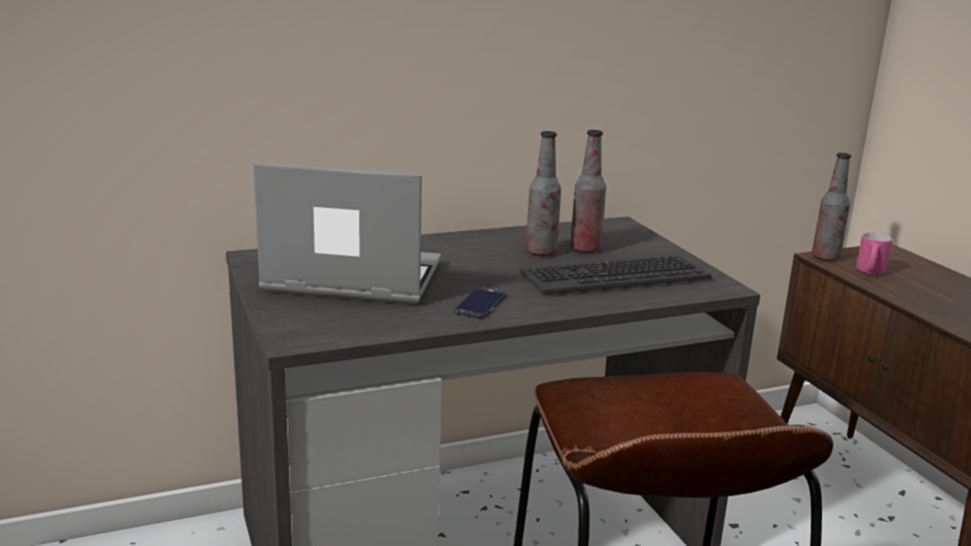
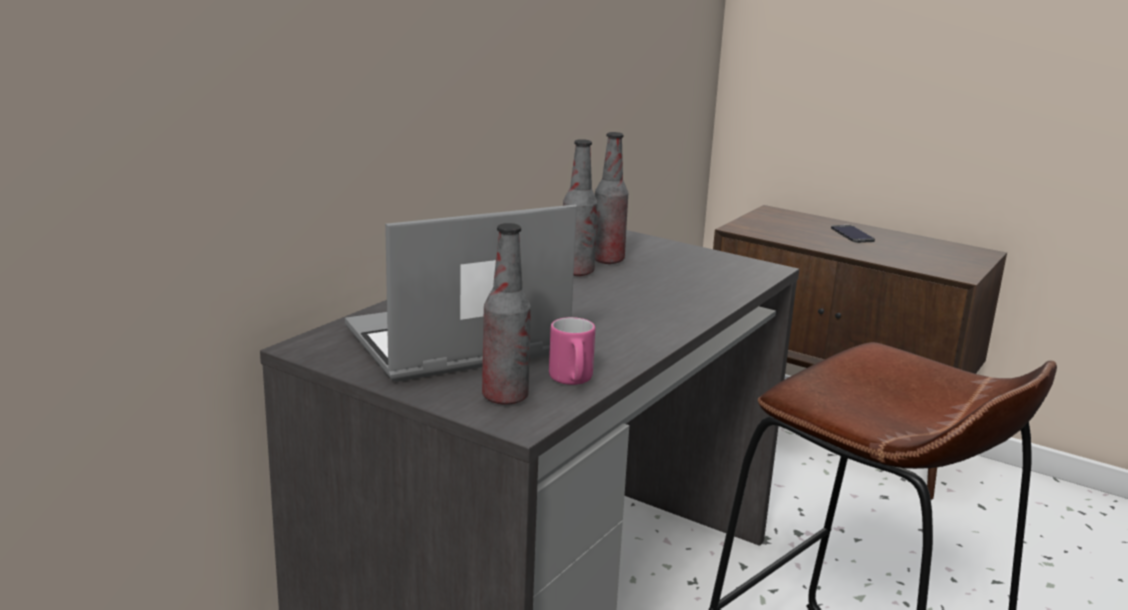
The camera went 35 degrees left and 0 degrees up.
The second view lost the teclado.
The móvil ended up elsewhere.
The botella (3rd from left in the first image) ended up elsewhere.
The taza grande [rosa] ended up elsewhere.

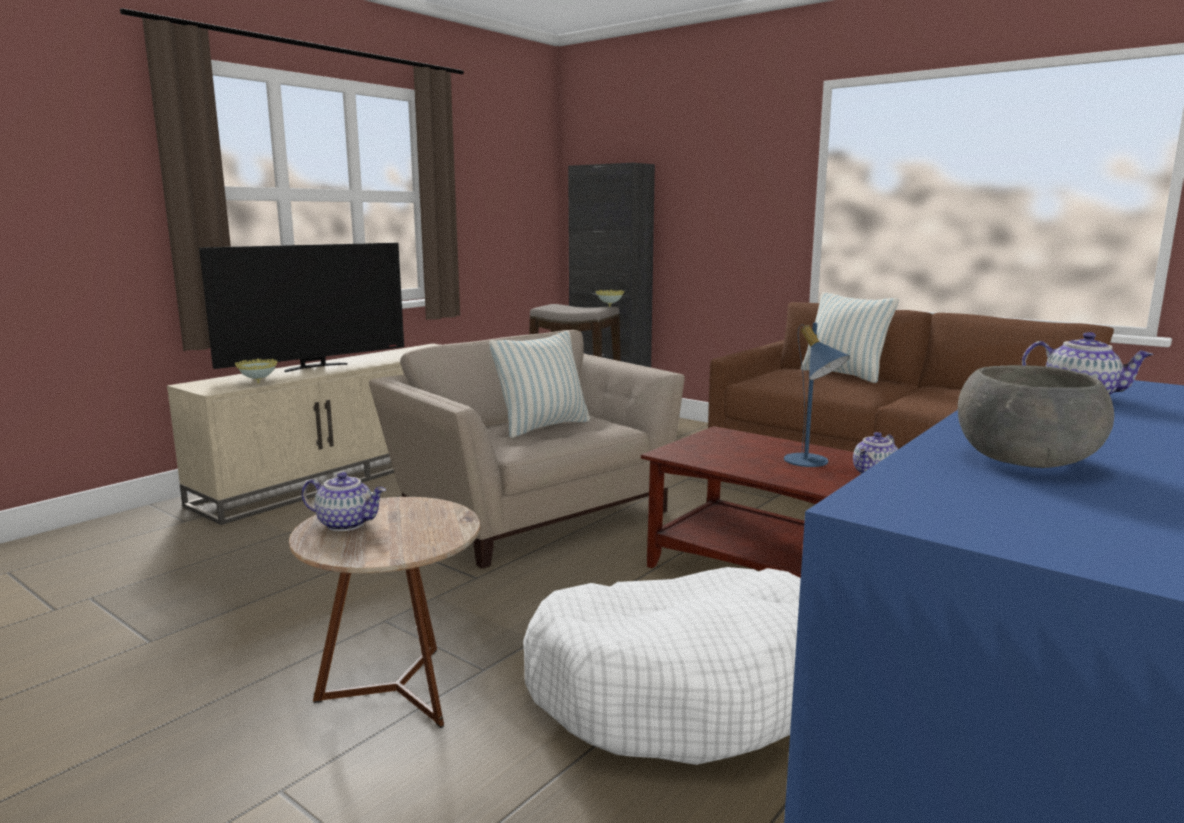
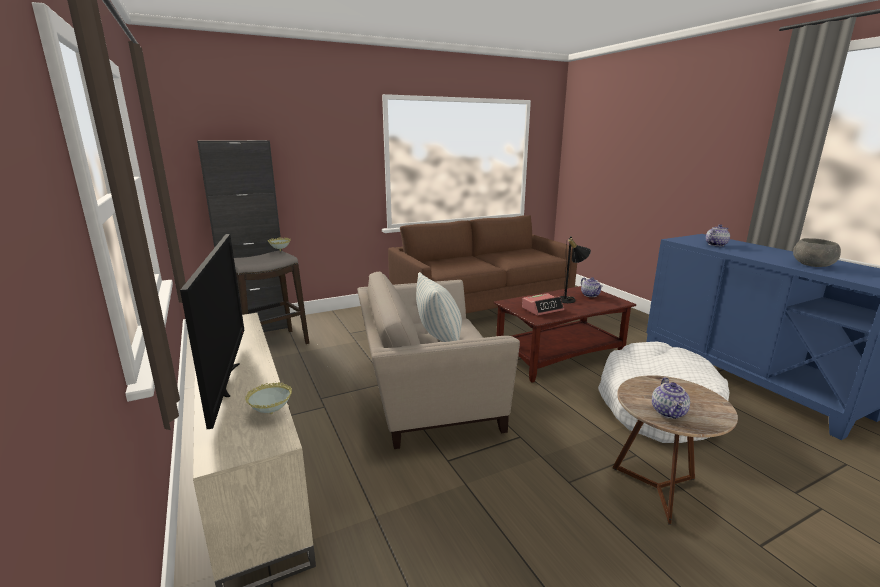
The camera went 65 degrees left and 5 degrees up.
The second view lost the cojín (2nd from left).
The second view gained the despertador.
What was the lámpara de mesa [azul] turned into the lámpara de mesa [negro].
The tetera (1st from left in the first image) ended up facing another way, 150 degrees clockwise from before.

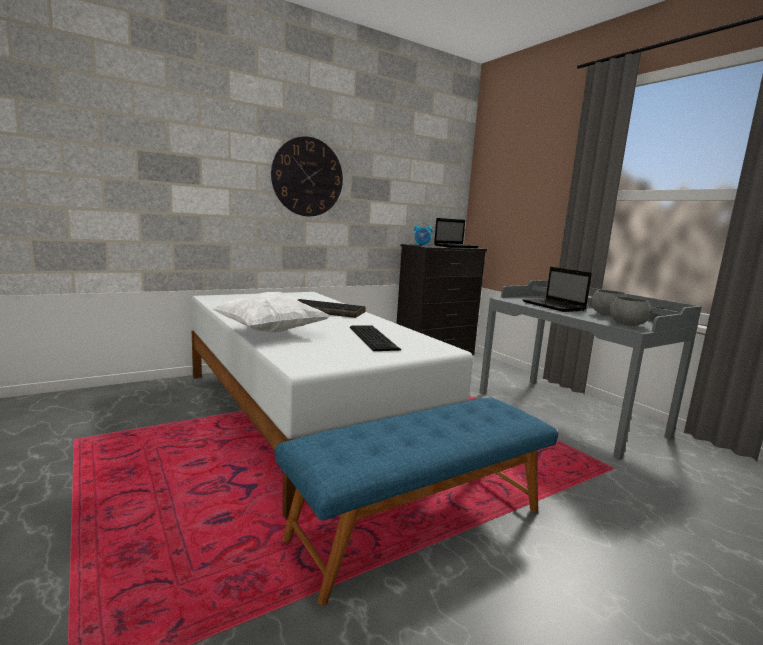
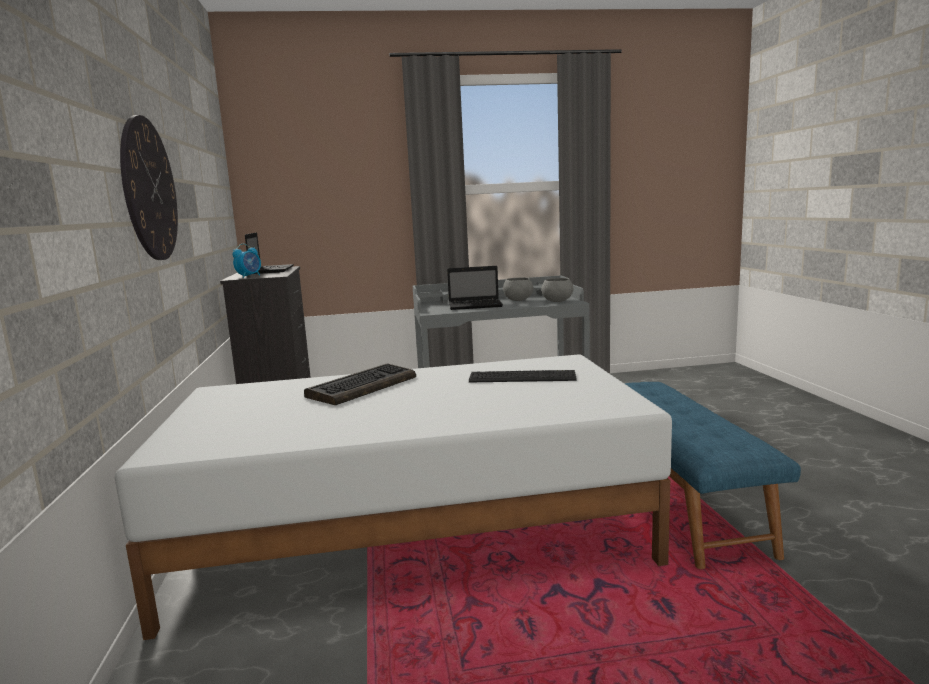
The camera went 65 degrees left and 0 degrees up.
The second view lost the cojín [blanco].

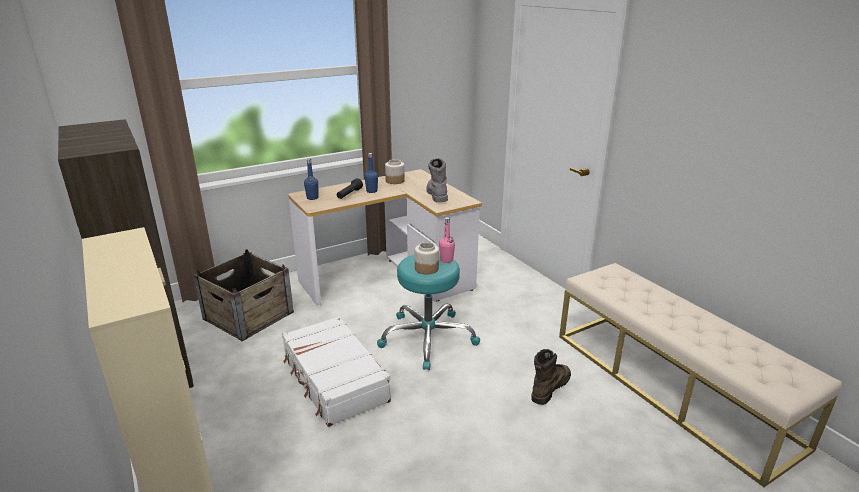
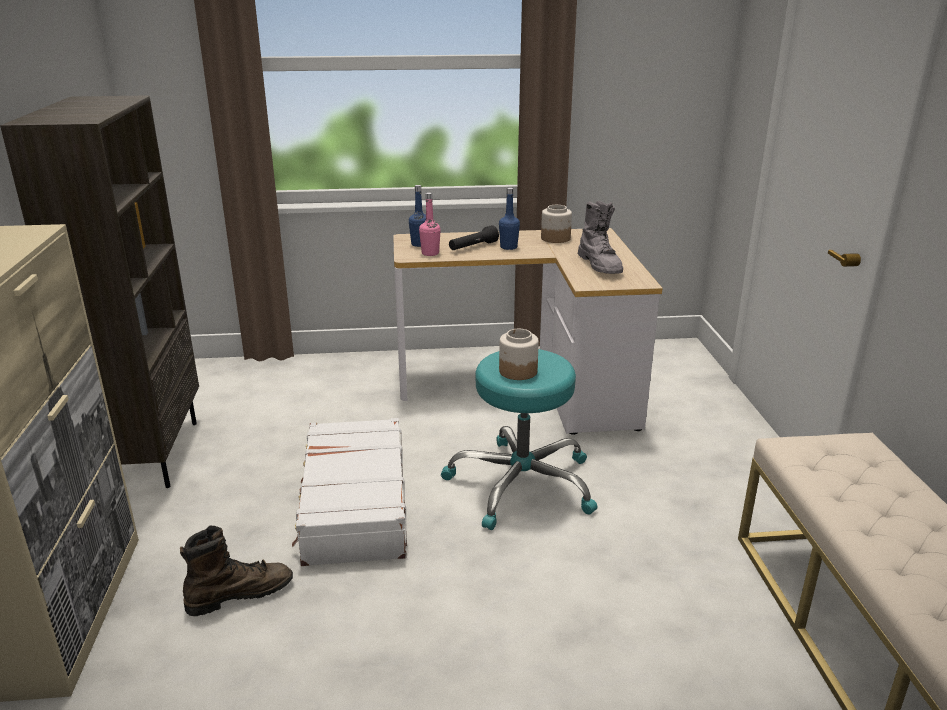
The camera went 25 degrees right and 0 degrees up.
The second view lost the caja de embalaje.
The botella [rosa] ended up elsewhere.
The bota [marrón] ended up elsewhere.
The bota [gris] ended up facing another way, 150 degrees clockwise from before.

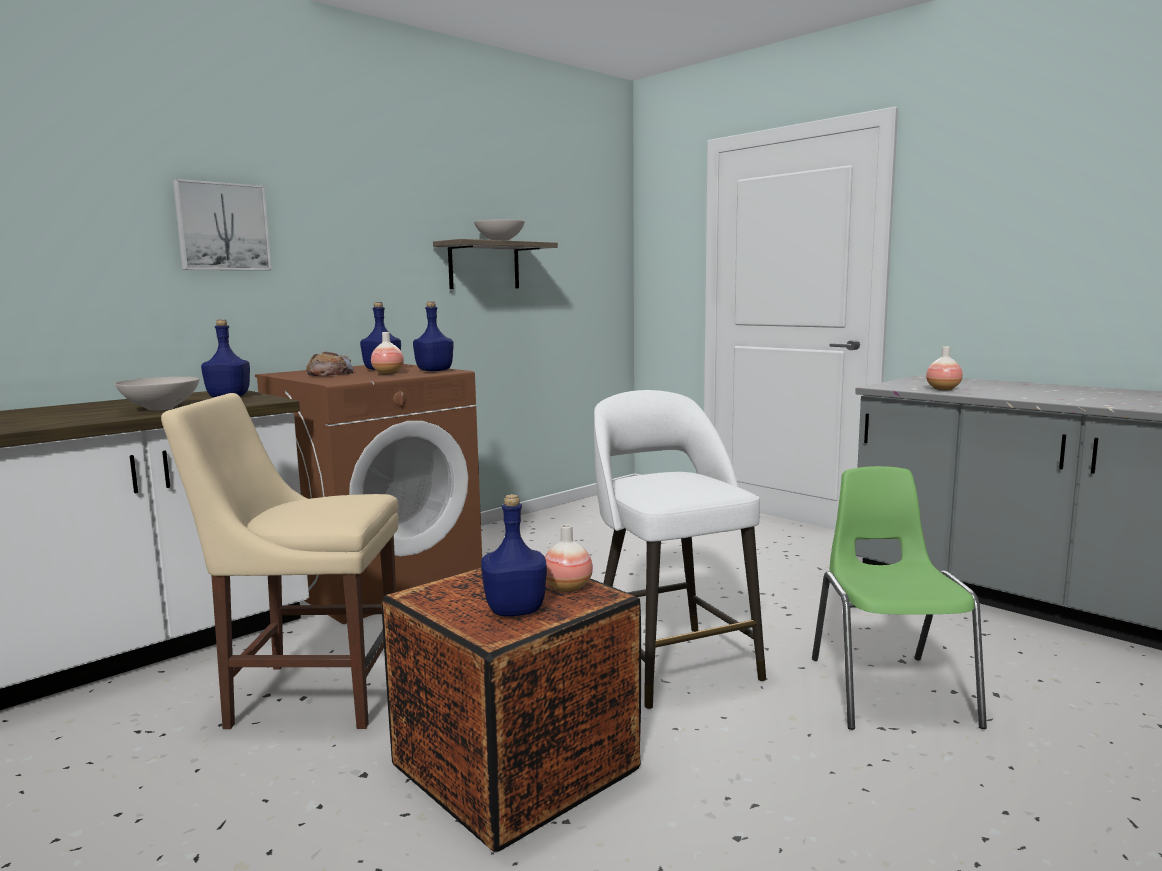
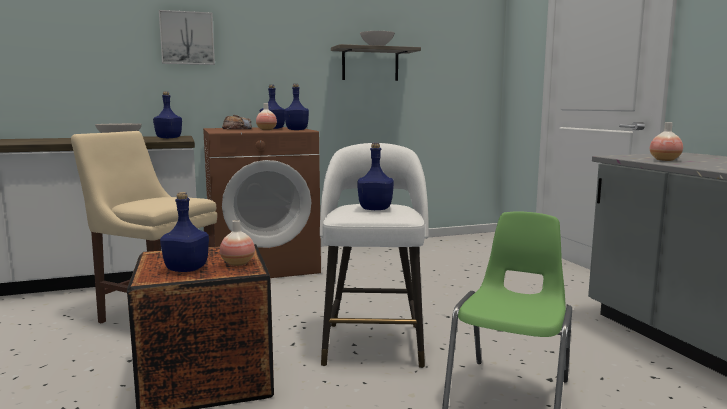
The camera went 25 degrees right and 0 degrees up.
The second view gained the botella [azul] (5th from left).

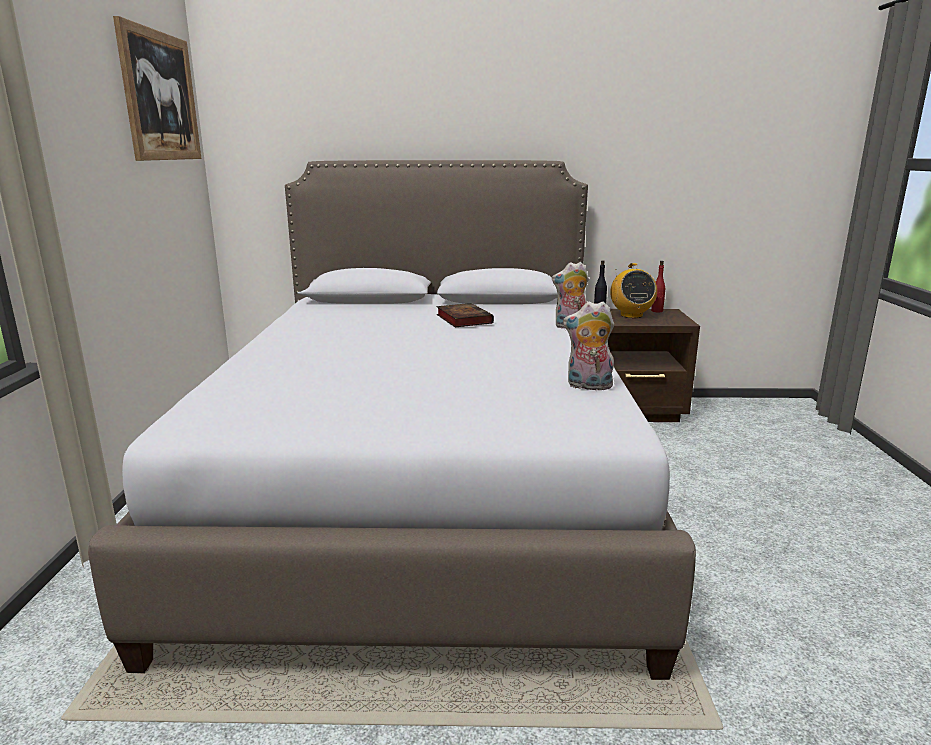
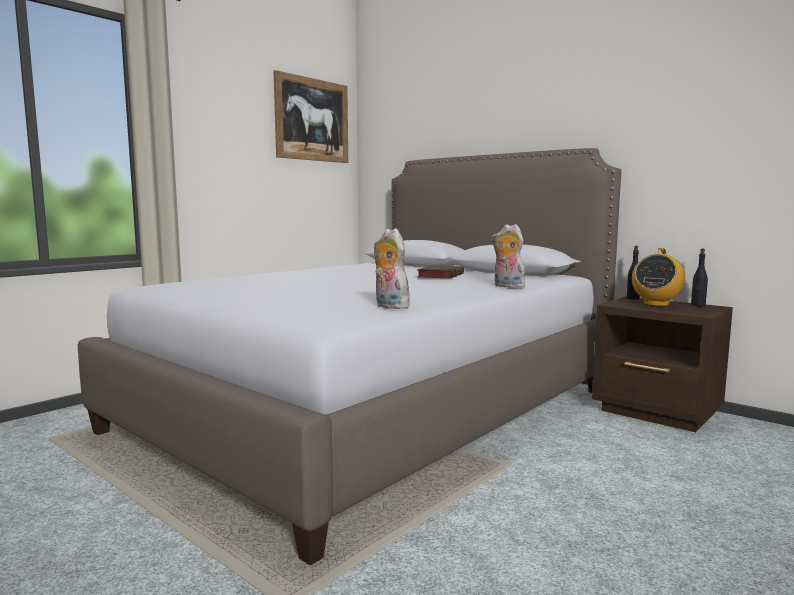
The camera went 40 degrees right and 10 degrees down.
What was the botella [rojo] turned into the botella [negro] (2nd from left).

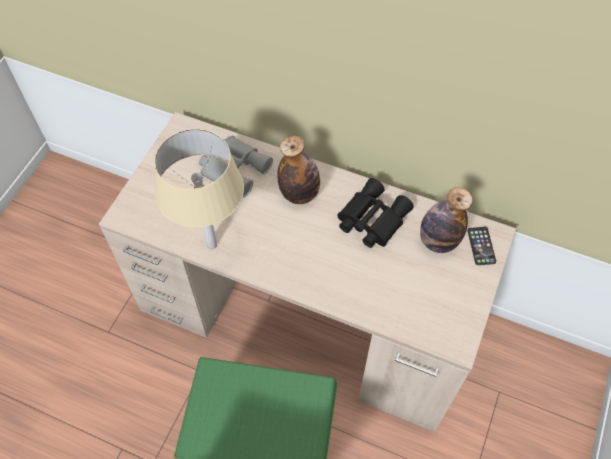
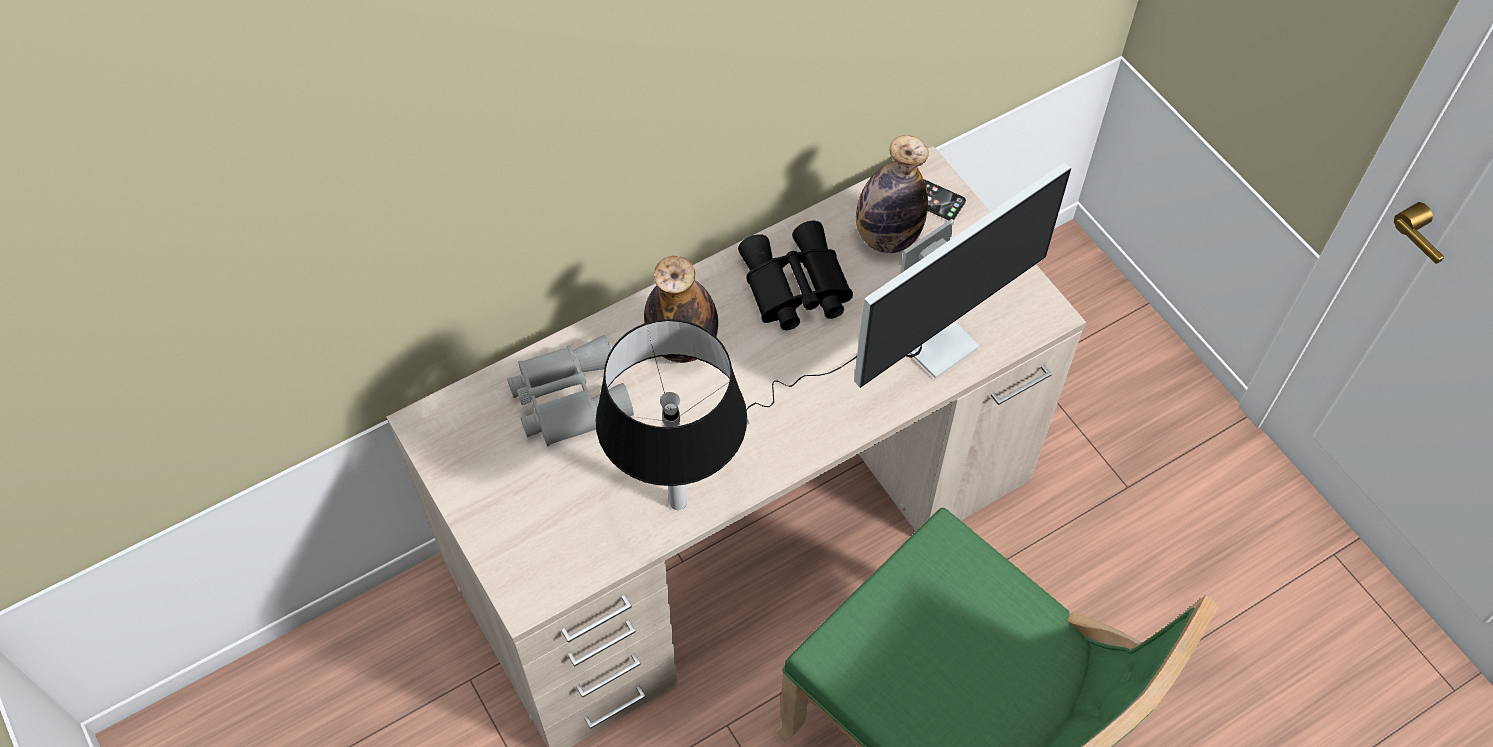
The camera went 55 degrees left and 0 degrees up.
The second view gained the monitor.
What was the lámpara de mesa [beis] turned into the lámpara de mesa [negro].

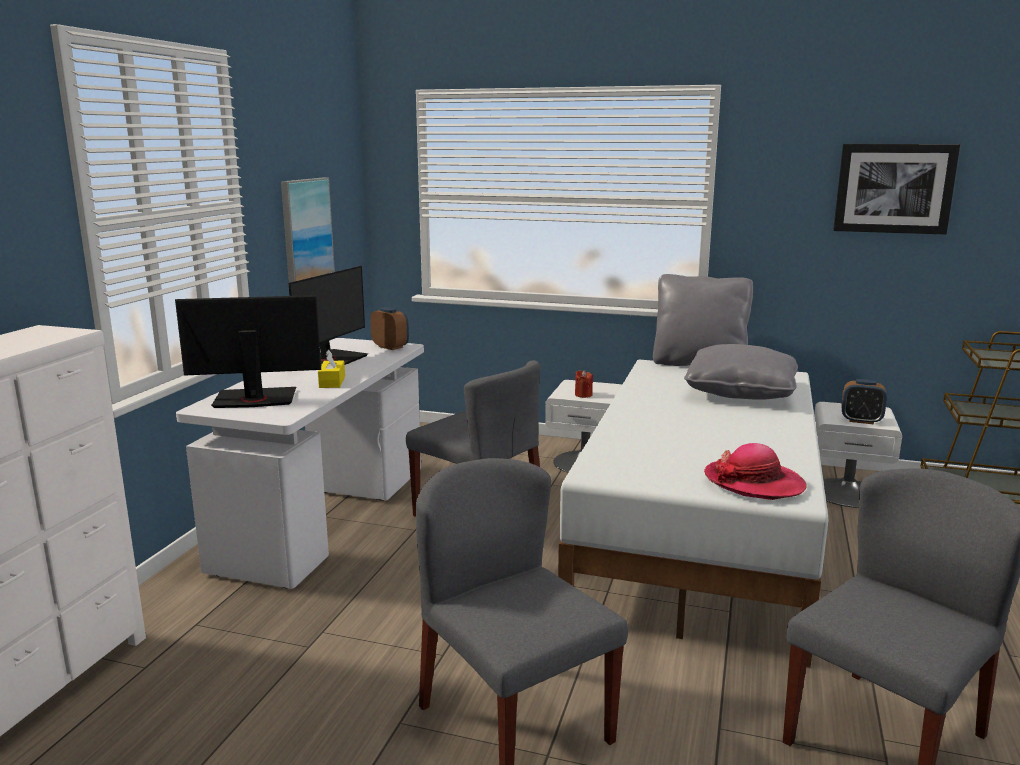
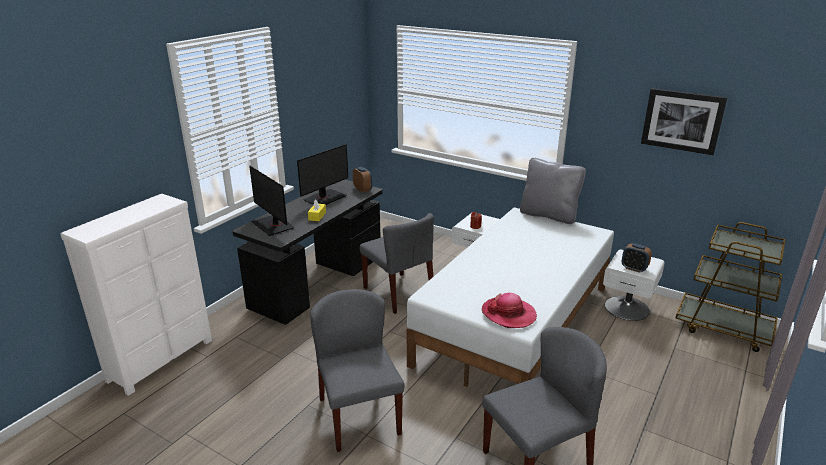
The camera went 15 degrees right and 10 degrees up.
The second view lost the cuadro (1st from left).
The second view lost the cojín [gris] (2nd from left).
What was the escritorio [blanco] turned into the escritorio [negro].
The monitor (1st from left) ended up facing another way, 135 degrees counterclockwise from before.

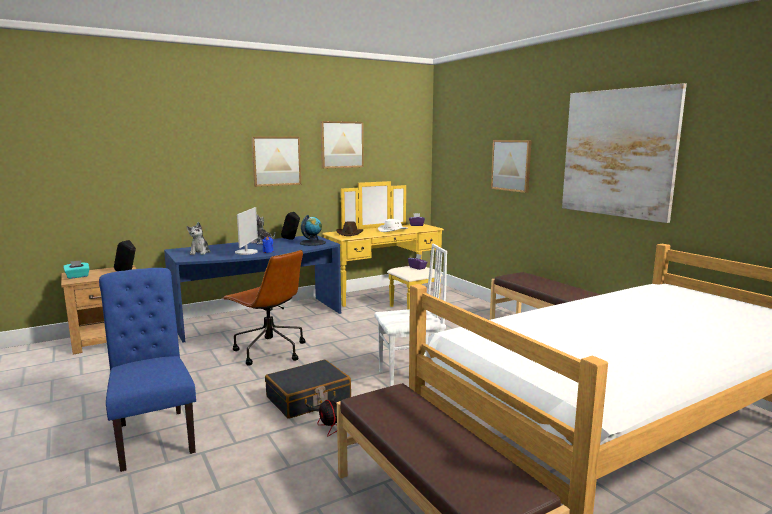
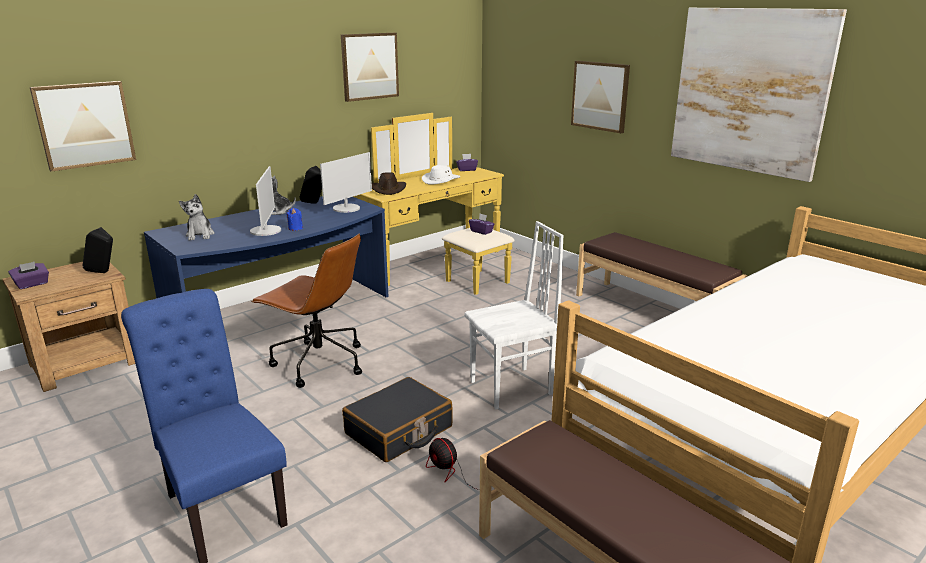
The camera went 10 degrees left and 10 degrees up.
The cuadro (1st from left) ended up elsewhere.
Where the globo terráqueo stood, the monitor (2nd from left) came to stand.
What was the caja de pañuelos [turquesa] turned into the caja de pañuelos [morado] (1st from left).

